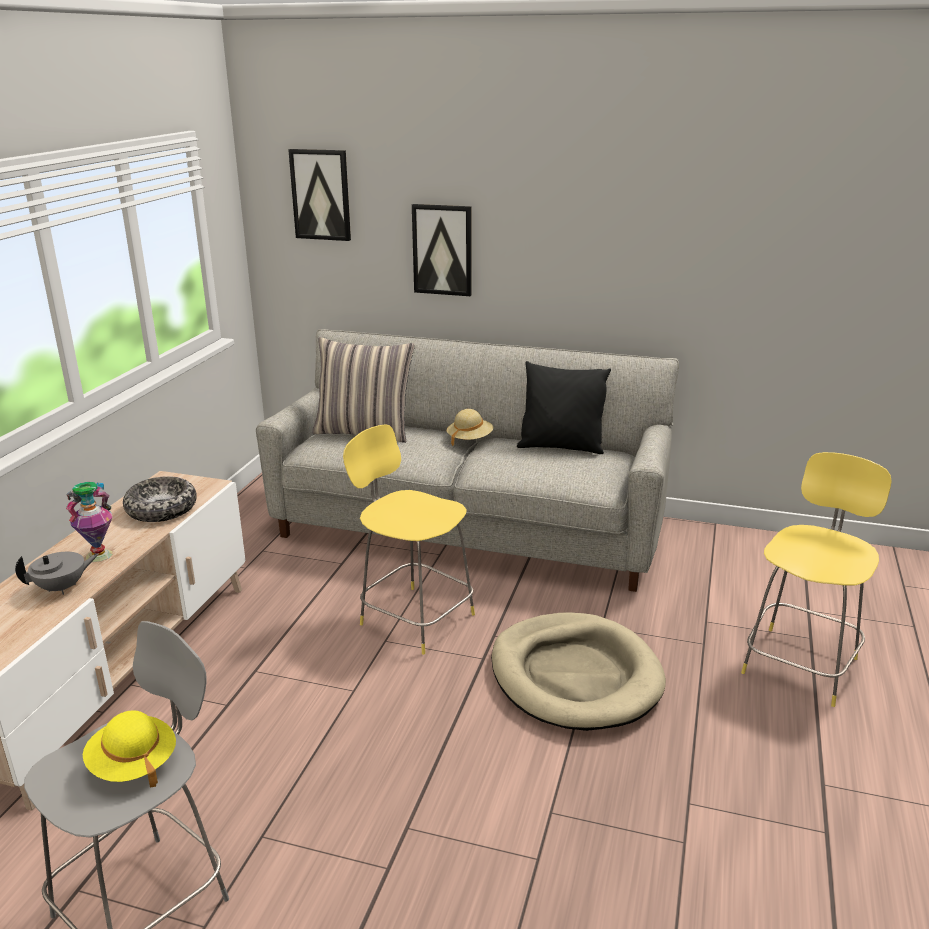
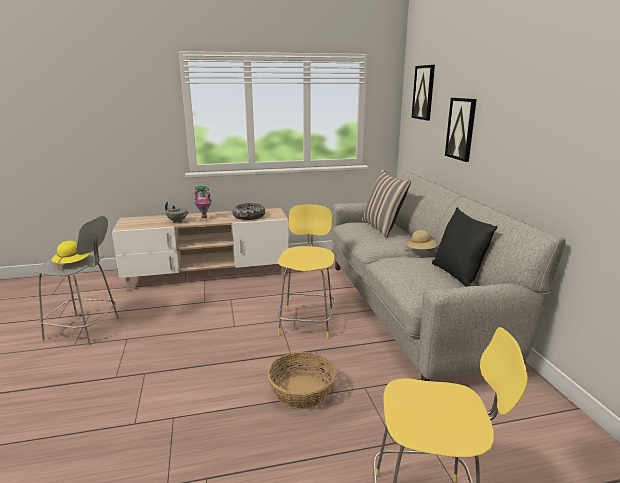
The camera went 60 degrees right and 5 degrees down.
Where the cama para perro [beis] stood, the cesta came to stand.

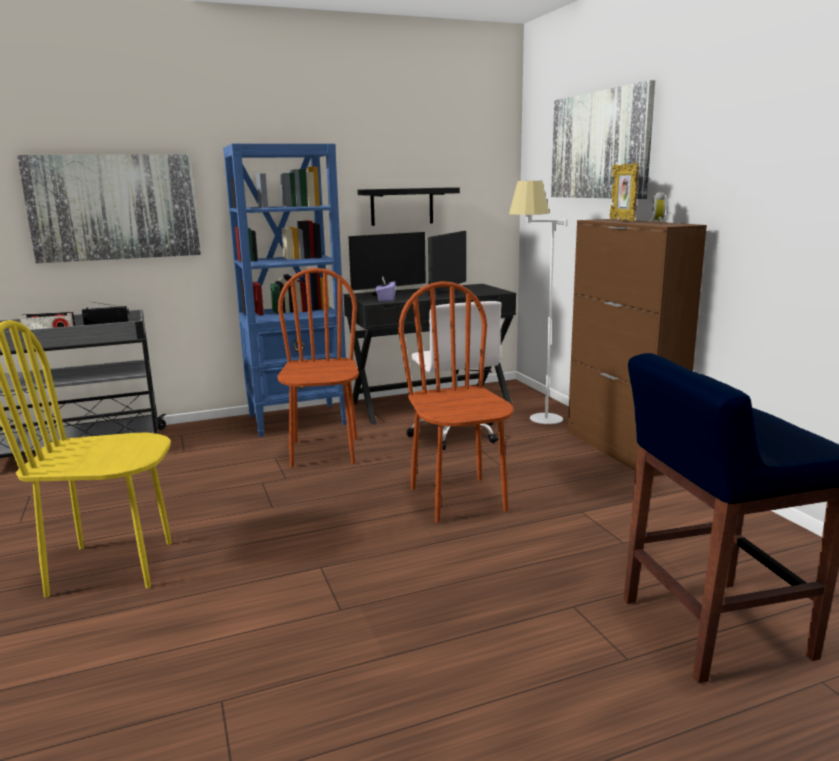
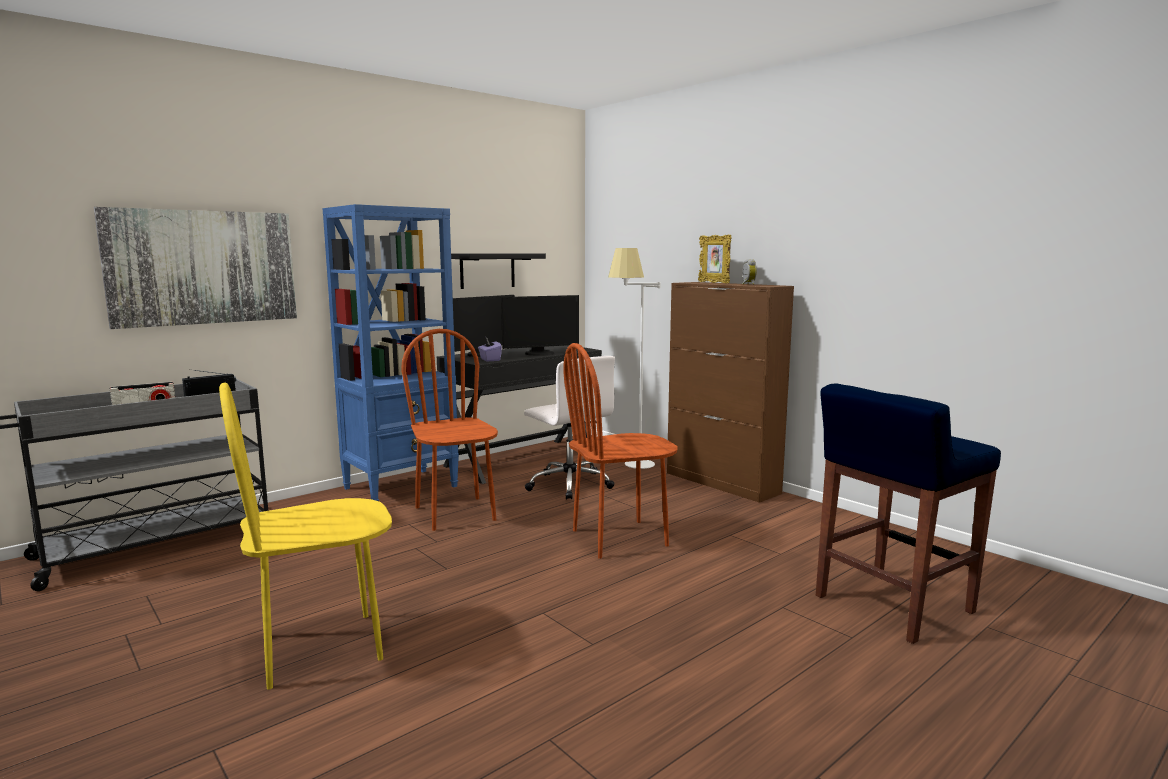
The camera went 20 degrees left and 5 degrees down.
The second view lost the cuadro (2nd from left).
The silla [marrón] (2nd from left) ended up facing another way, 75 degrees counterclockwise from before.
The monitor (2nd from left) ended up facing another way, 60 degrees clockwise from before.

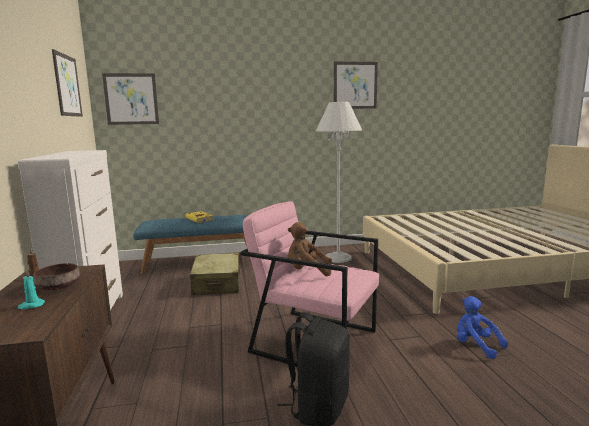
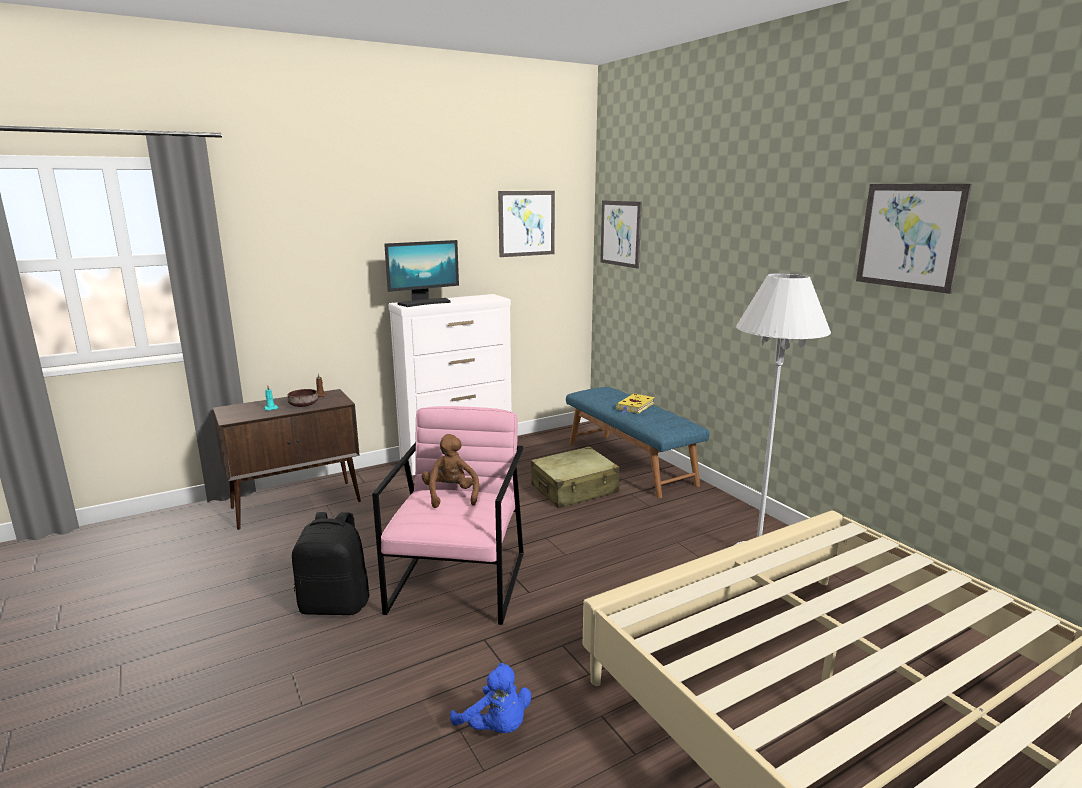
The camera went 70 degrees right and 5 degrees up.
The second view gained the monitor.
The peluche [azul] ended up facing another way, 105 degrees clockwise from before.

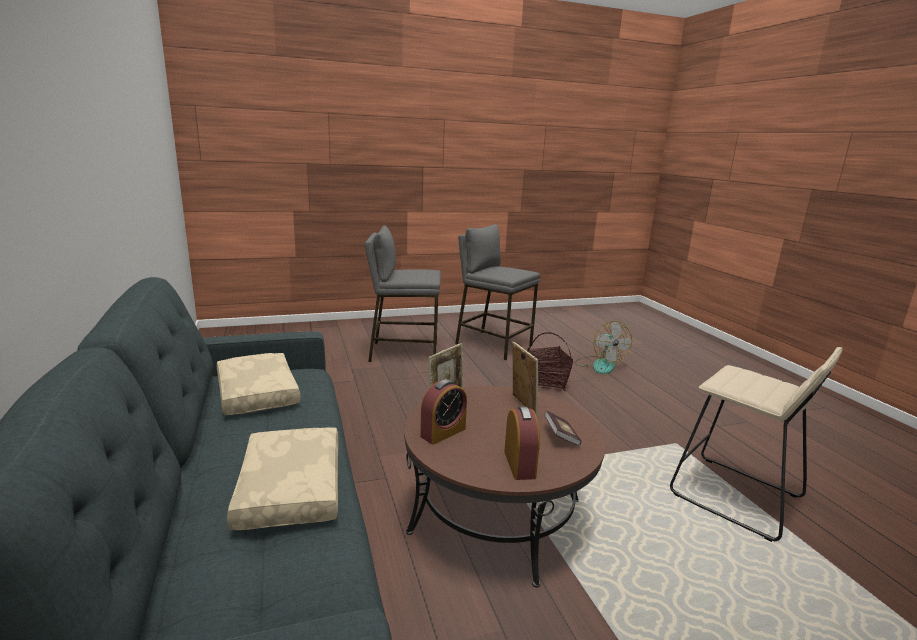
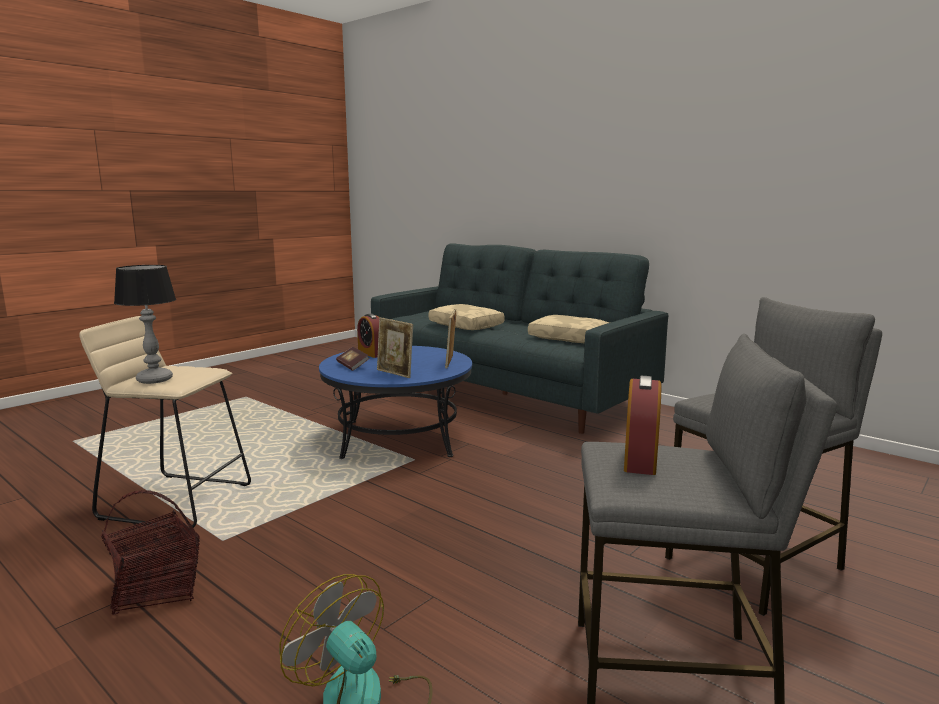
The camera went 150 degrees right and 5 degrees down.
The second view gained the lámpara de mesa.
The despertador (1st from left in the first image) ended up elsewhere.
The cesta ended up elsewhere.
What was the mesa de centro [marrón] turned into the mesa de centro [azul].

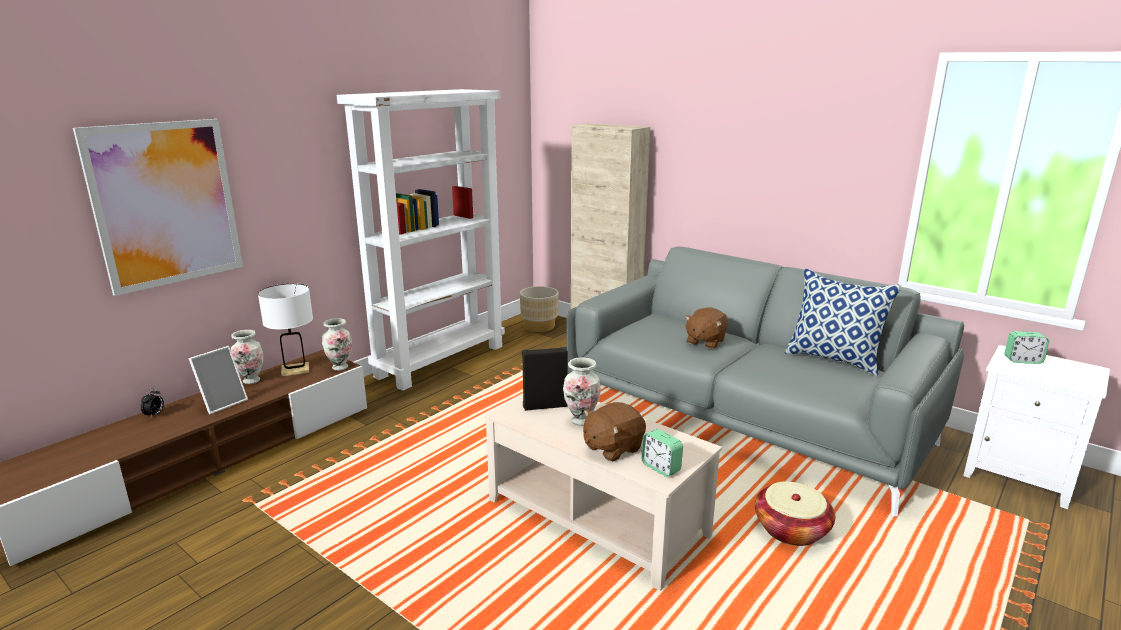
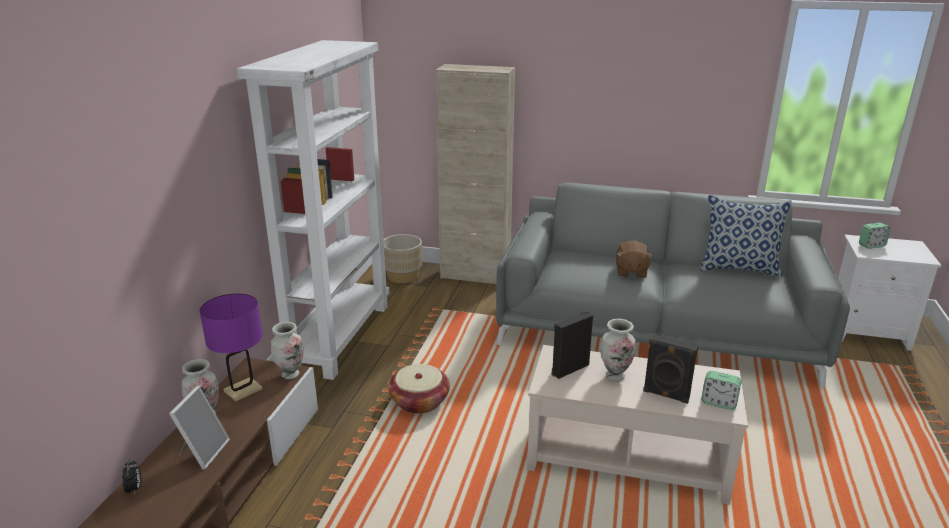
The camera went 25 degrees left and 5 degrees up.
The second view lost the cuadro.
The cesta ended up elsewhere.
Where the peluche [marrón] (1st from left) stood, the altavoz [negro] (2nd from left) came to stand.
What was the lámpara de mesa [blanco] turned into the lámpara de mesa [morado].

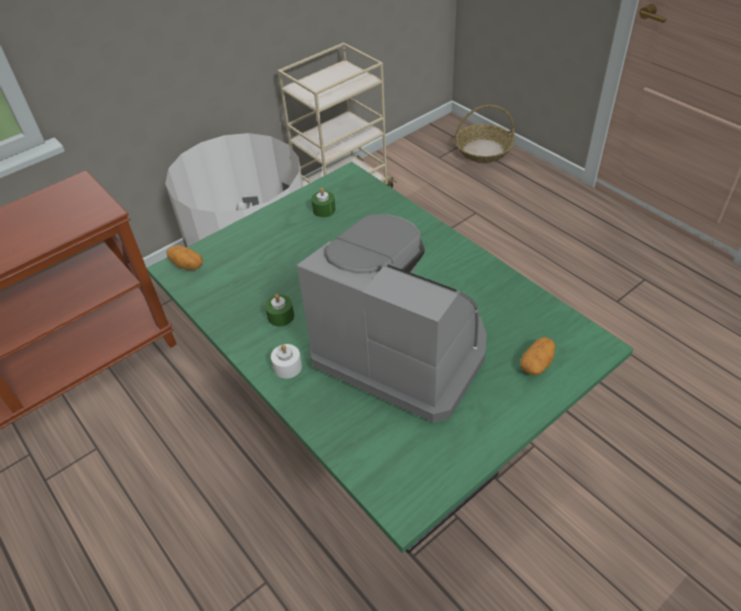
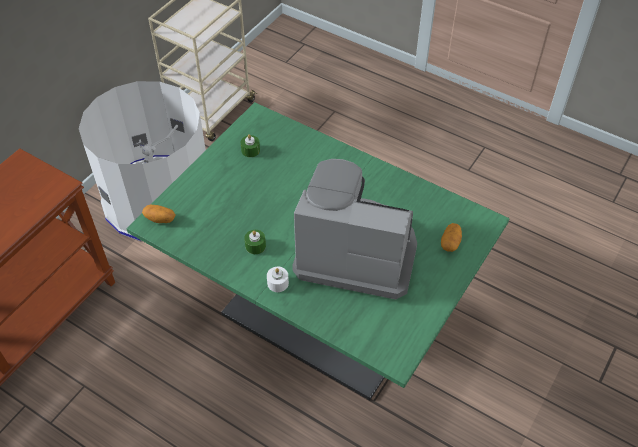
The camera went 20 degrees left and 5 degrees up.
The second view lost the cesta.

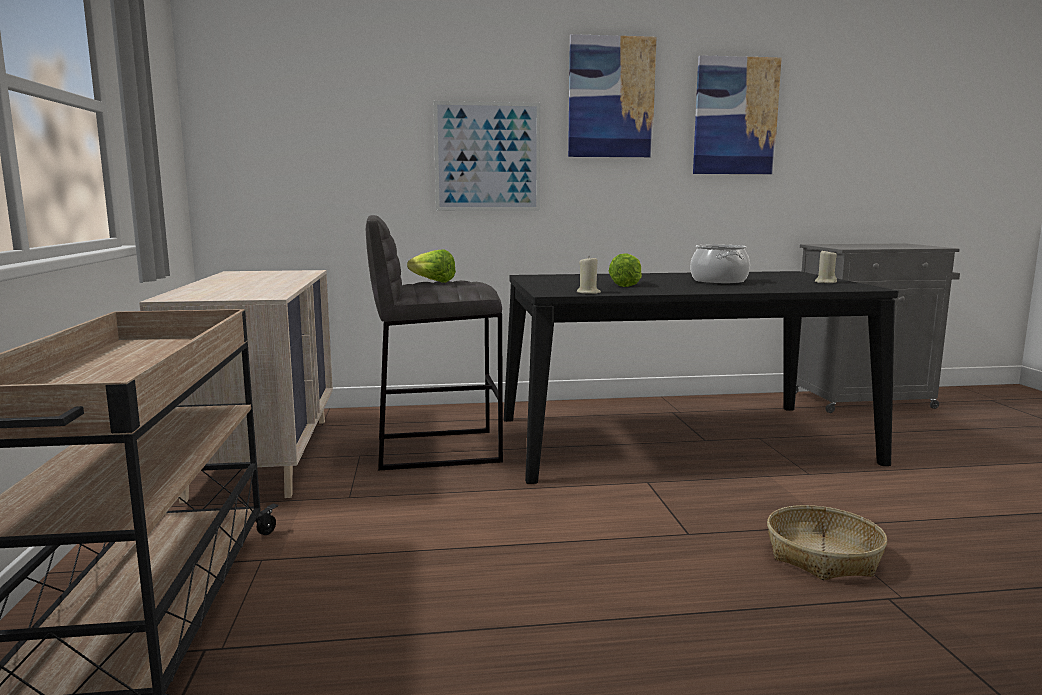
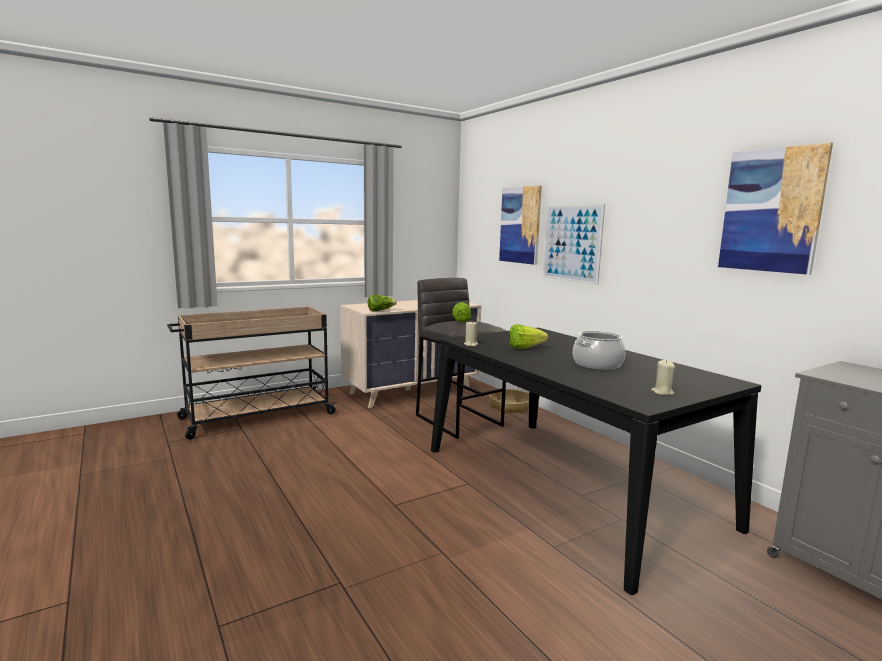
The camera went 65 degrees right and 0 degrees up.
The second view gained the lechuga (1st from left).
The cuadro (2nd from left in the first image) ended up elsewhere.
The cesta ended up elsewhere.

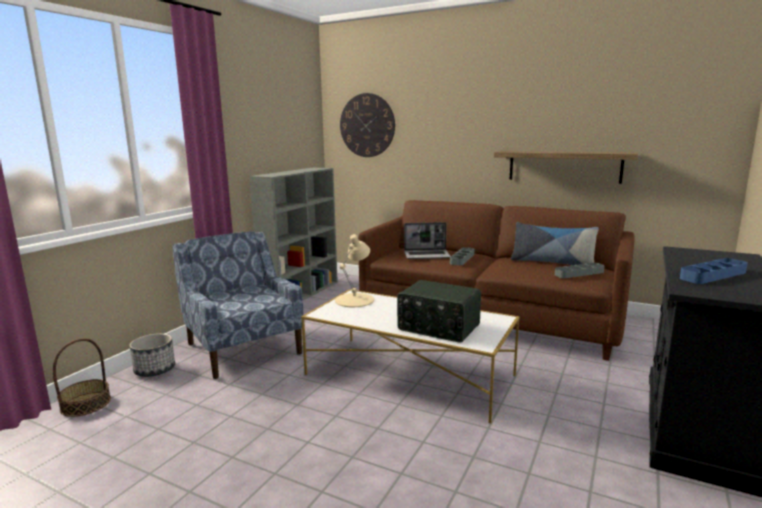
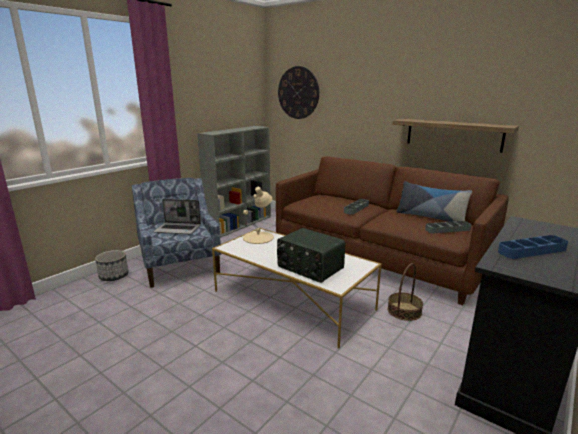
The camera went 10 degrees right and 5 degrees up.
The cesta ended up elsewhere.
The portátil ended up elsewhere.

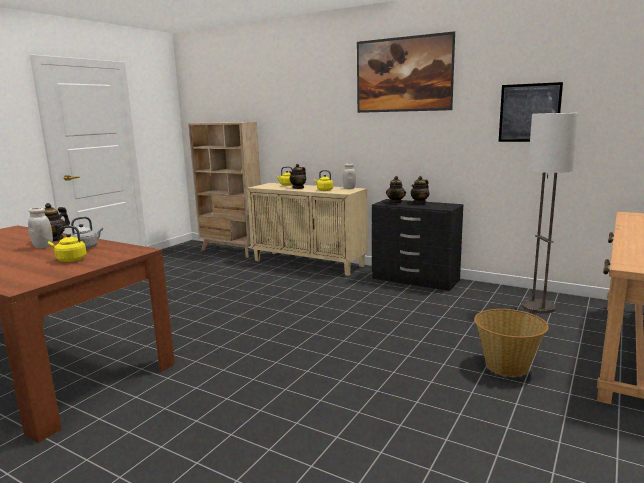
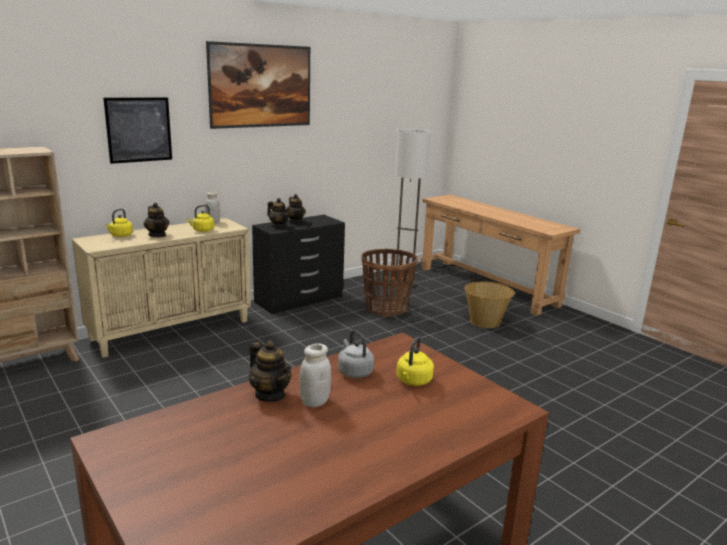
The camera went 70 degrees left and 5 degrees up.
The second view gained the cesta (1st from left).
The cuadro (2nd from left in the first image) ended up elsewhere.

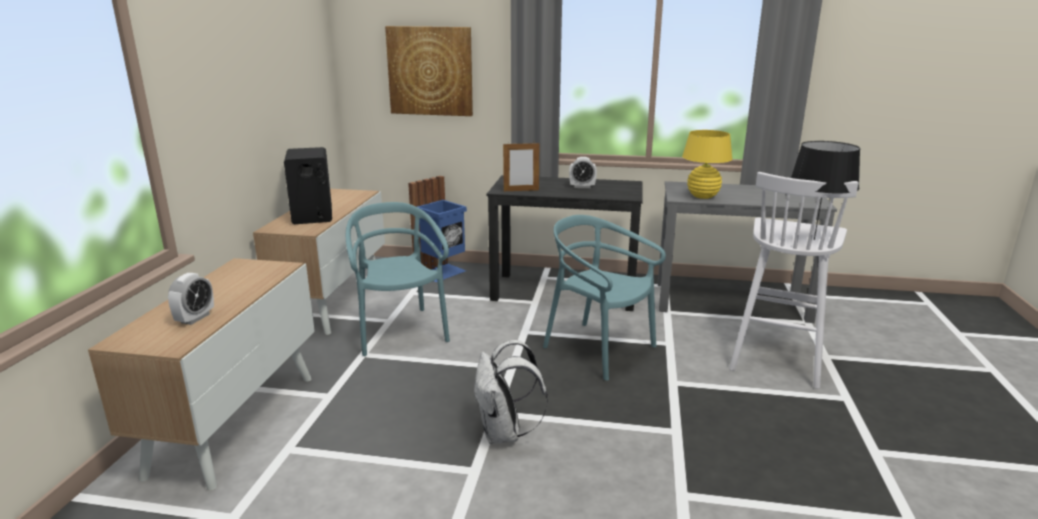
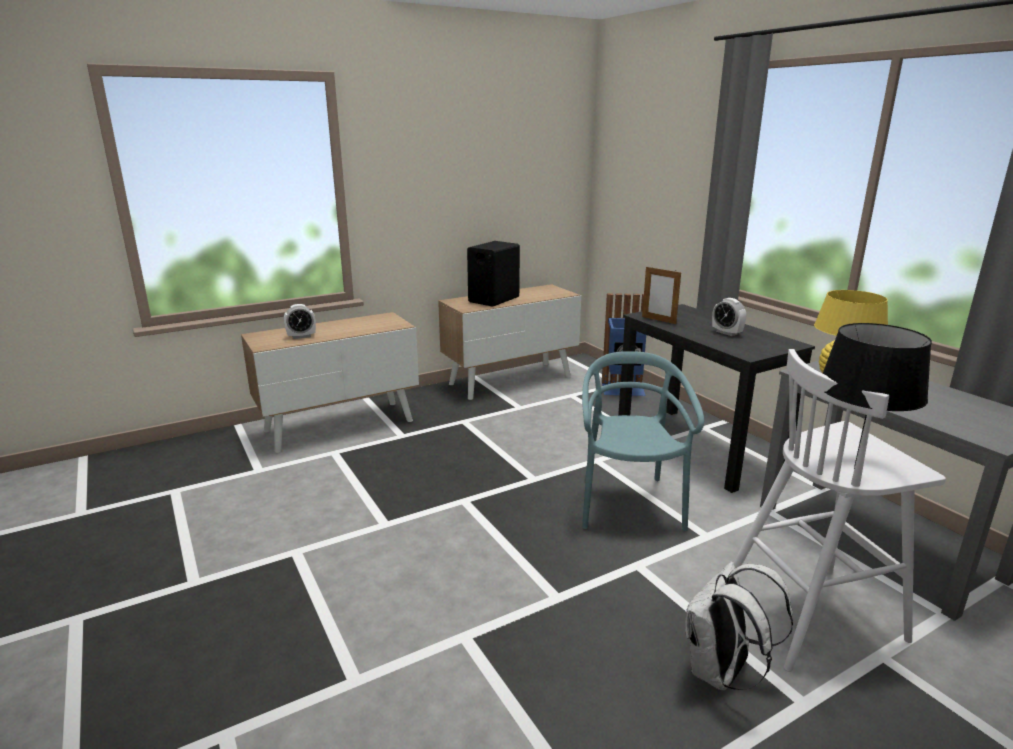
The camera went 50 degrees right and 0 degrees up.
The second view lost the silla [turquesa] (1st from left).
The second view lost the cuadro.
The mochila [blanco] ended up elsewhere.

